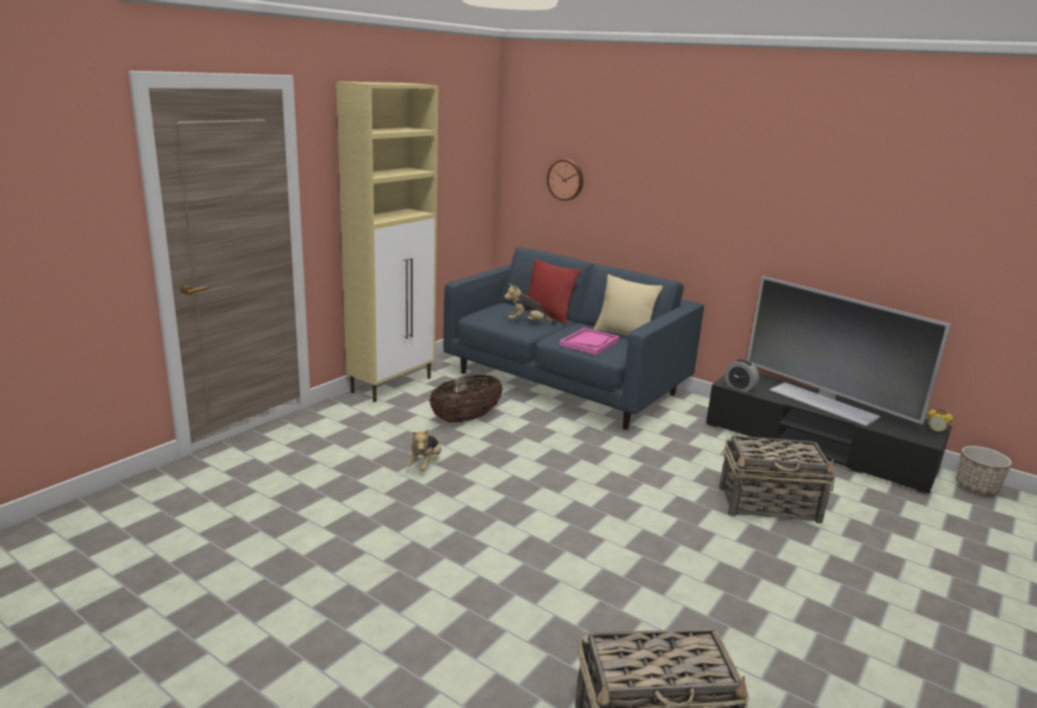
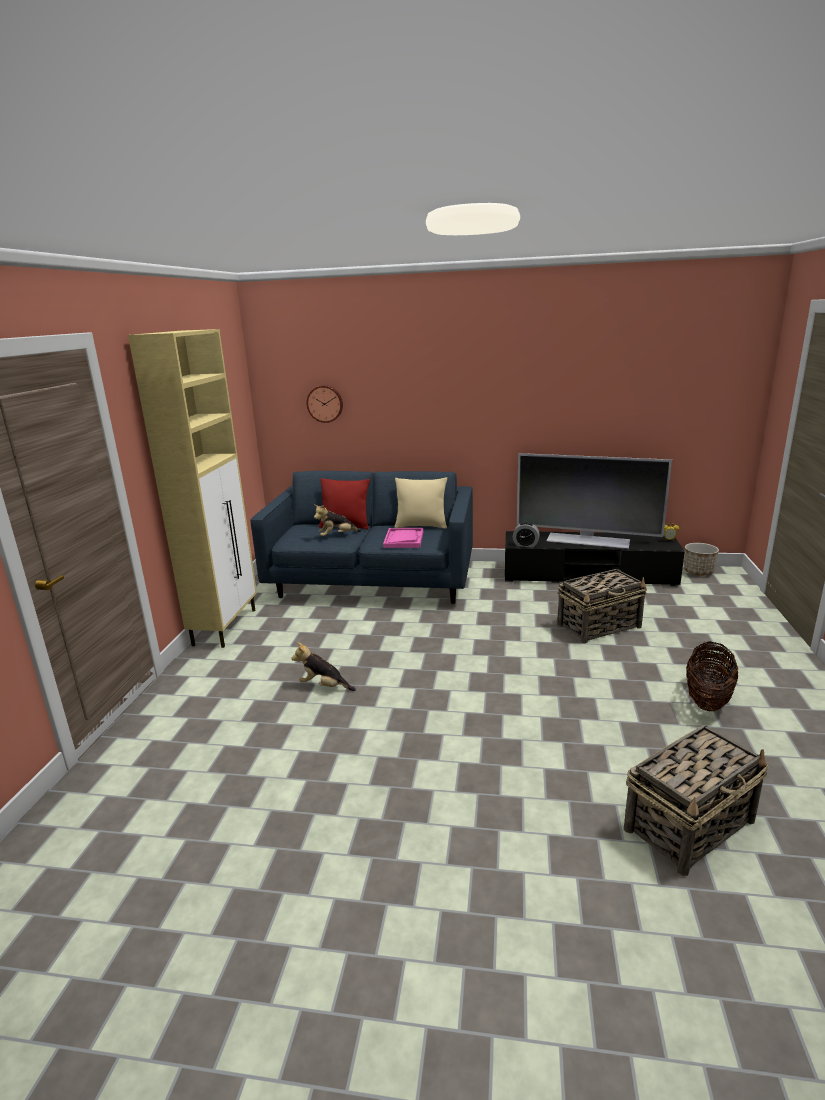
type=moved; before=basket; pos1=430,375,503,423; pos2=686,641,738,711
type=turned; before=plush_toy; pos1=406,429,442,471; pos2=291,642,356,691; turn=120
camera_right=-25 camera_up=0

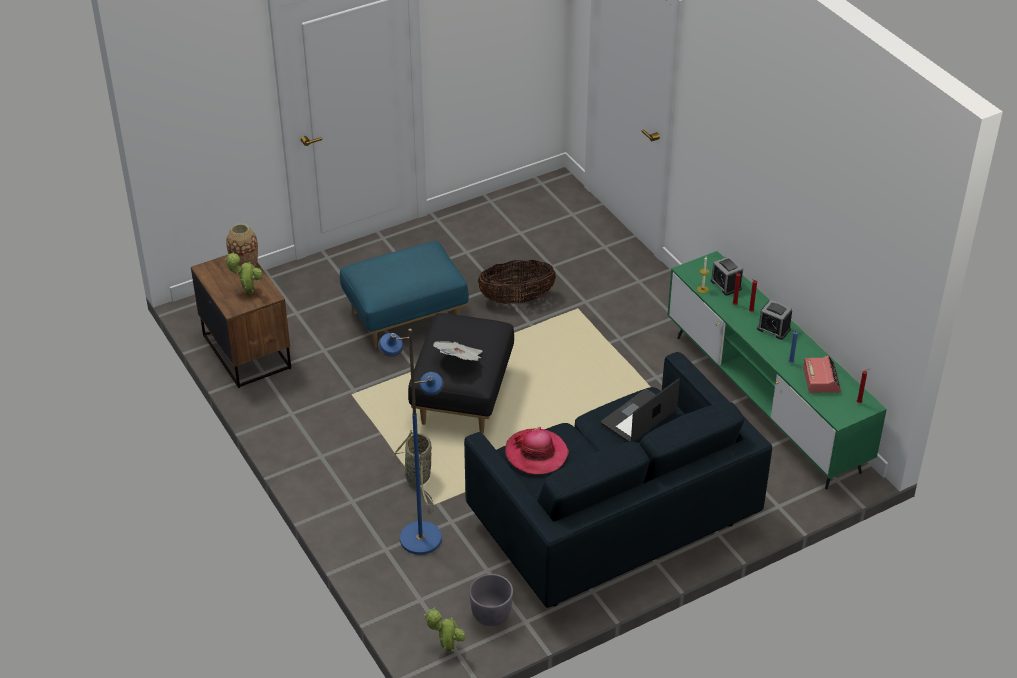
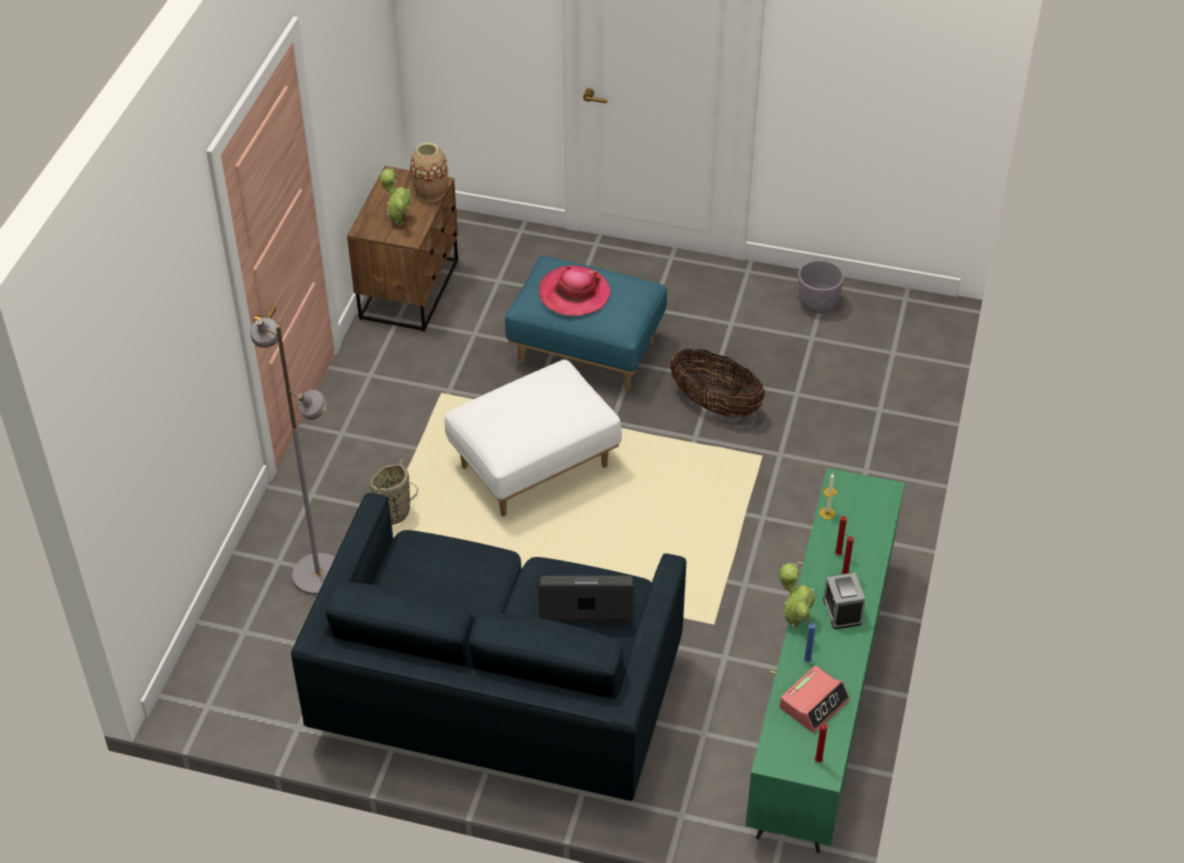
type=removed; before=newspaper; pos1=433,341,483,361
type=removed; before=alarm_clock; pos1=711,256,743,296
type=moved; before=potted_plant; pos1=424,607,466,652; pos2=779,563,815,627
type=moved; before=grey_planter; pos1=469,574,513,626; pos2=798,260,844,313
type=moved; before=hat; pos1=505,427,569,475; pos2=539,265,611,316
type=recoloured; before=blue_floor_lamp; after=grey_floor_lamp; pos1=378,329,444,555; pos2=250,317,335,595
type=recoloured; before=black_ottoman; after=white_ottoman; pos1=408,313,514,434; pos2=445,360,622,517
camera_right=45 camera_up=5

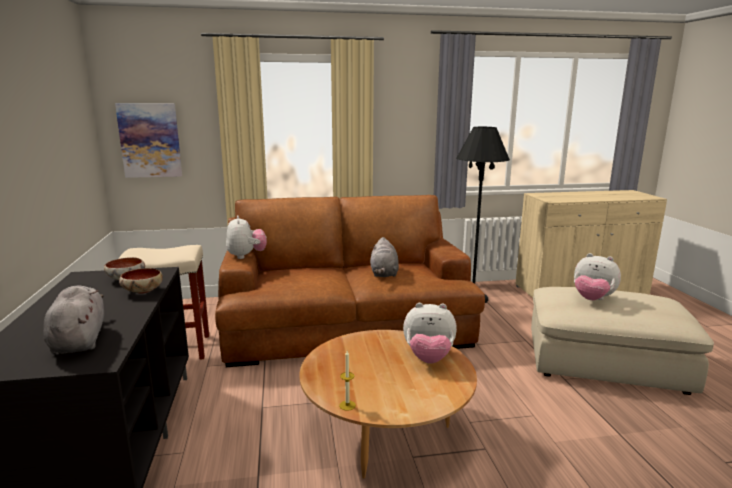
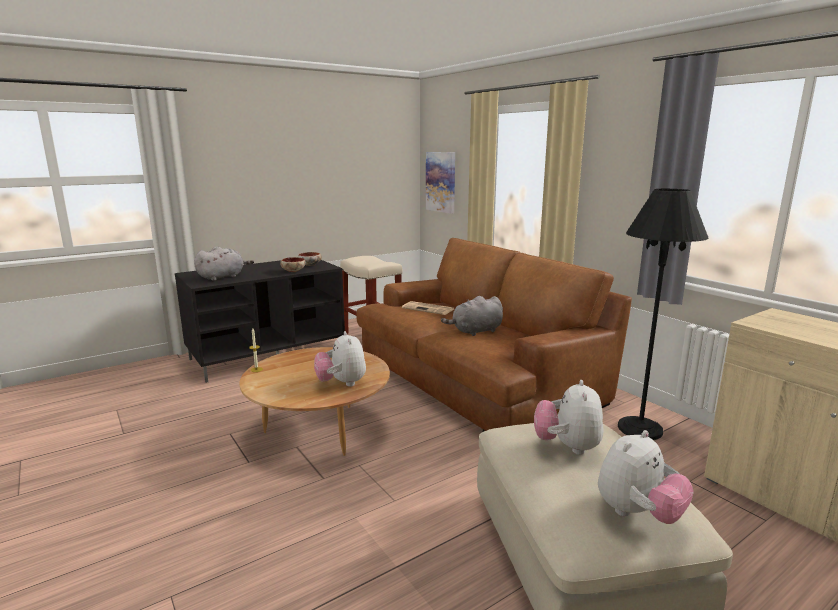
type=added; after=newspaper; pos2=402,301,454,315
type=moved; before=plush_toy; pos1=226,215,267,259; pos2=598,430,694,524
camera_right=65 camera_up=0

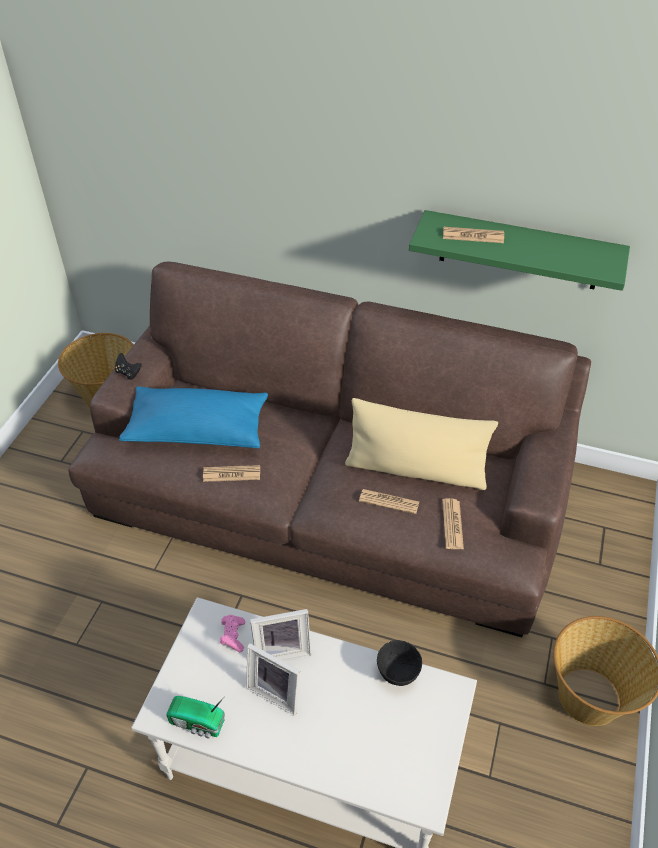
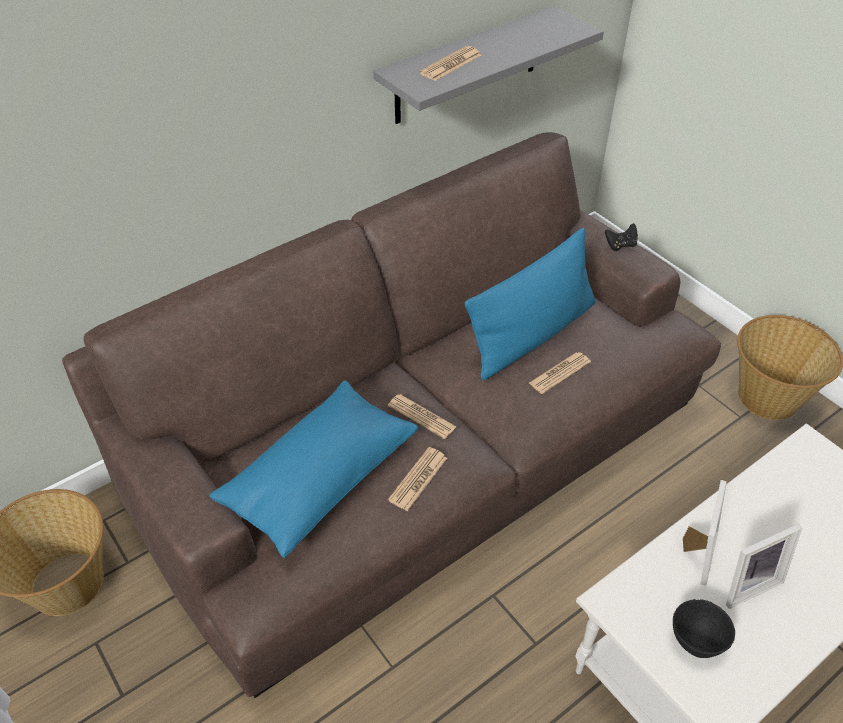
type=removed; before=radio; pos1=166,696,225,739
type=removed; before=pink_game_controller; pos1=220,615,245,652
type=moved; before=black_game_controller; pos1=115,353,142,380; pos2=605,223,638,251
type=moved; before=black_bowl; pos1=377,640,422,686; pos2=673,599,735,658
type=moved; before=newspaper; pos1=442,498,464,549; pos2=388,394,456,439
type=recoloured; before=beige_pillow; after=blue_pillow; pos1=345,398,498,490; pos2=465,228,596,380
type=recoloured; before=green_shelf; after=grey_shelf; pos1=409,210,630,291; pos2=373,6,604,124
camera_right=-55 camera_up=0

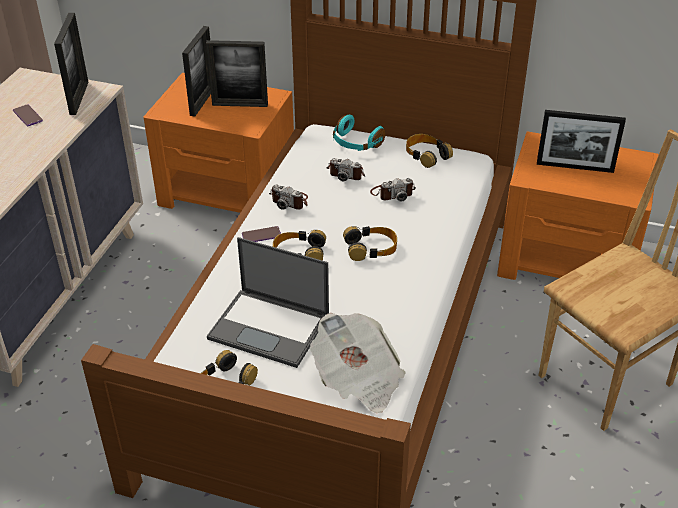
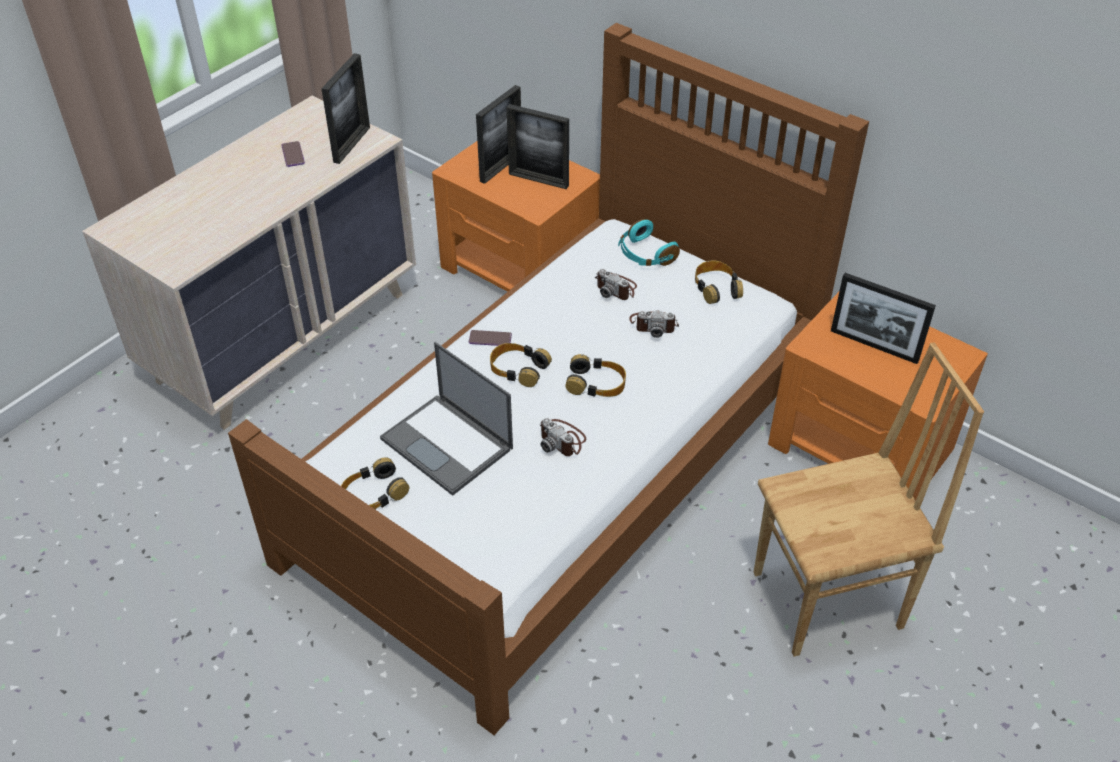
type=removed; before=newspaper; pos1=310,313,406,413
type=moved; before=photo_camera; pos1=269,184,308,210; pos2=540,418,586,456
camera_right=20 camera_up=5

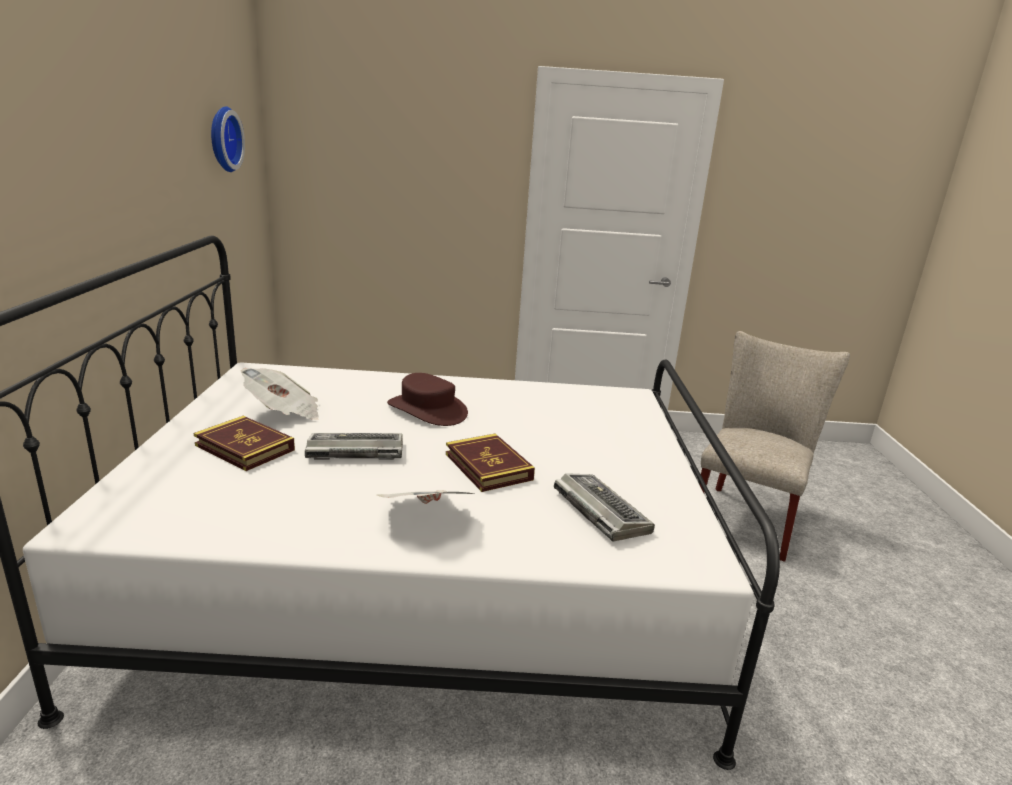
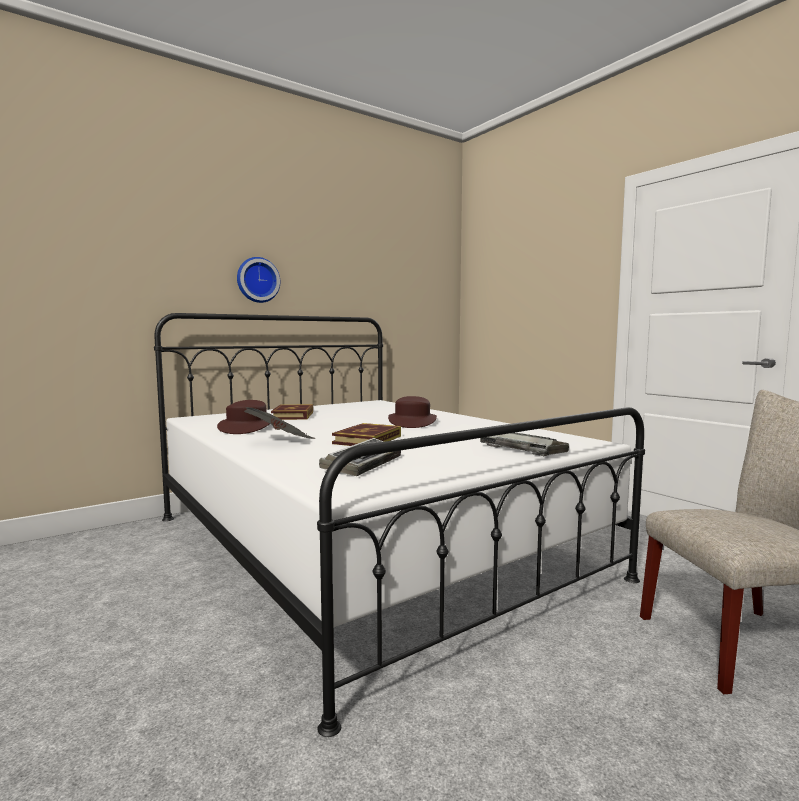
type=removed; before=newspaper; pos1=241,368,319,420
type=added; after=brown_hat; pos2=217,400,269,434
type=moved; before=wall_clock; pos1=211,106,245,172; pos2=237,257,280,303
type=moved; before=keyboard; pos1=305,433,403,460; pos2=480,433,569,456
camera_right=55 camera_up=-15

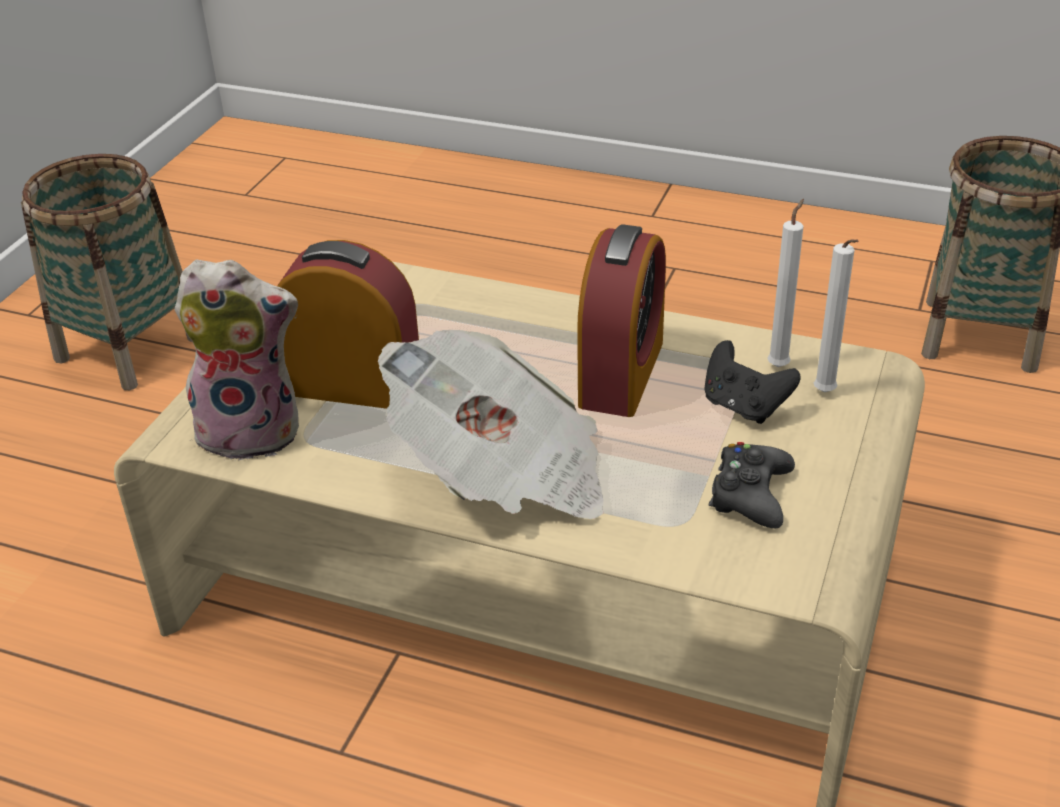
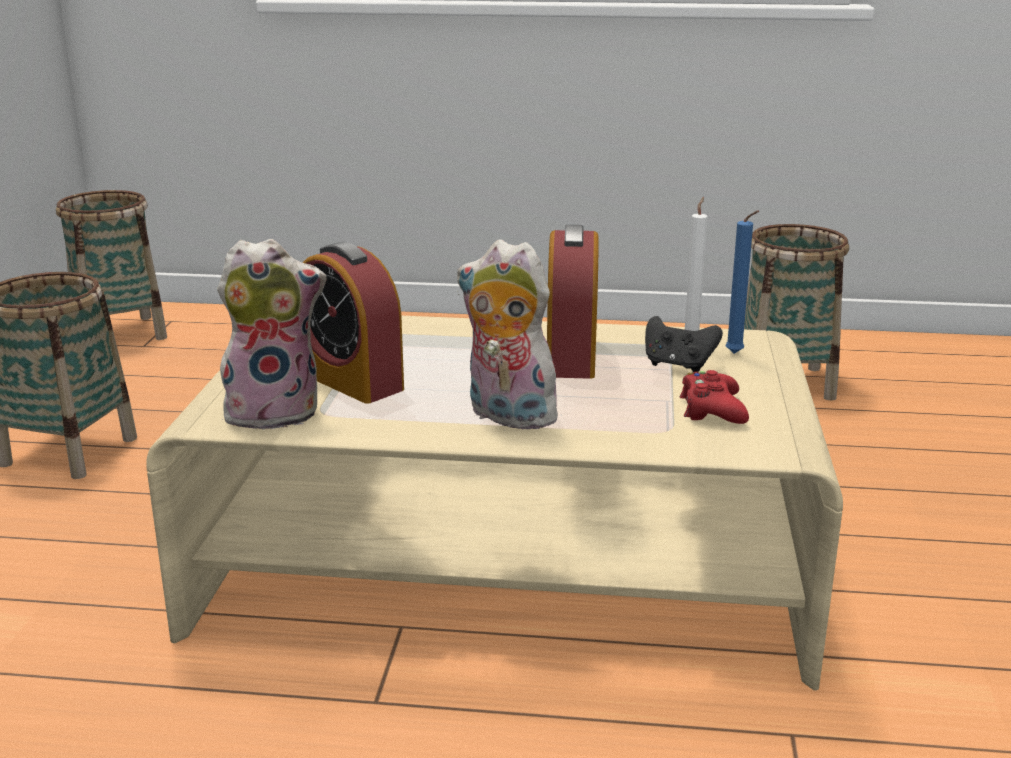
type=added; after=basket; pos2=56,190,167,340
type=replaced; before=newspaper; after=plush_toy; pos1=378,330,604,519; pos2=457,239,558,431
type=recoloured; before=black_game_controller; after=red_game_controller; pos1=709,442,795,528; pos2=680,370,749,424
type=recoloured; before=white_candle; after=blue_candle; pos1=814,239,858,392; pos2=725,211,759,354
type=turned; before=alarm_clock; pos1=277,240,419,409; pos2=303,242,404,404; turn=-135
camera_right=-15 camera_up=-15

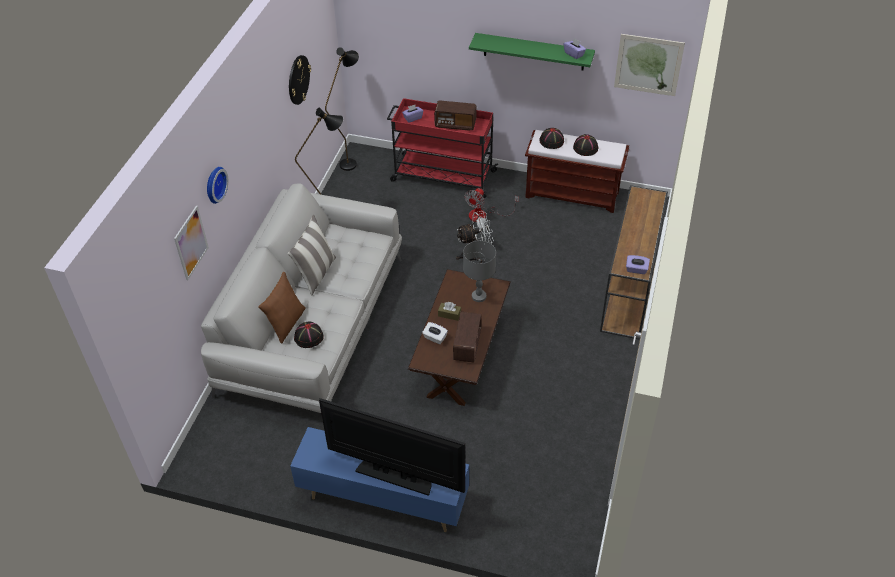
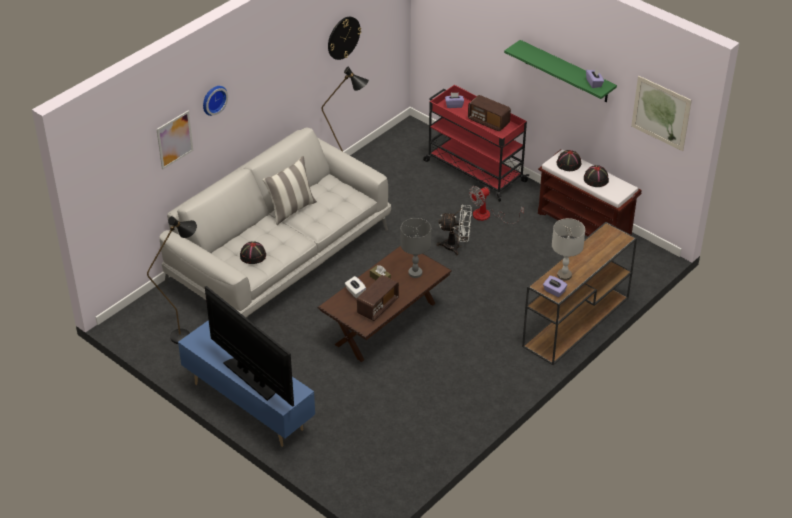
type=removed; before=brown_pillow; pos1=258,272,306,343
type=added; after=grey_table_lamp; pos2=552,218,585,281
type=moved; before=black_floor_lamp; pos1=325,47,359,171; pos2=147,216,197,344
camera_right=25 camera_up=-5

